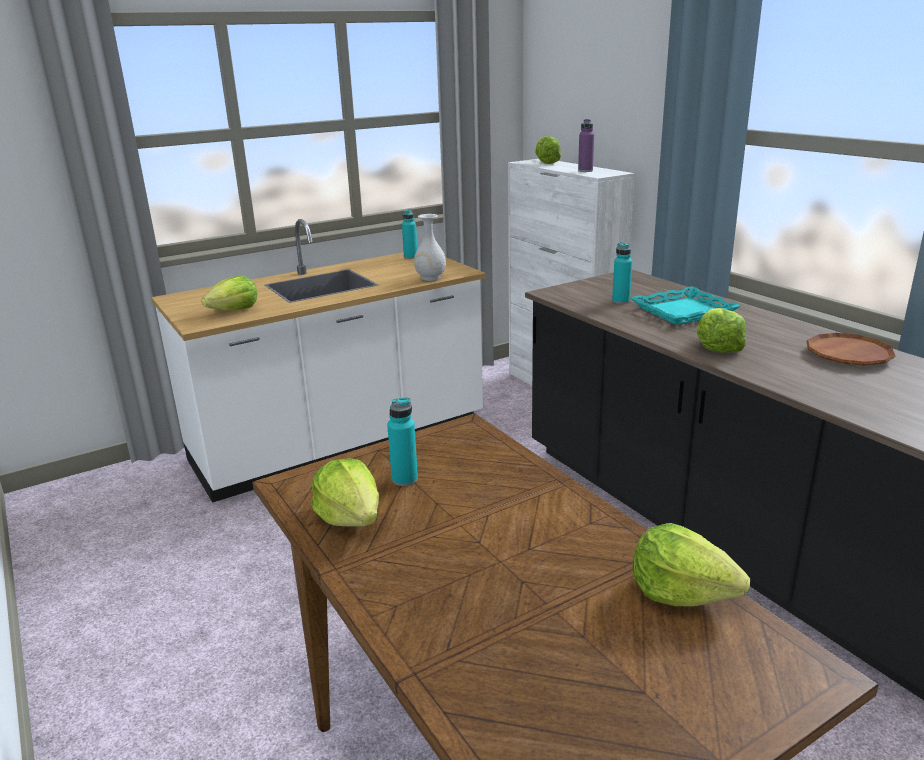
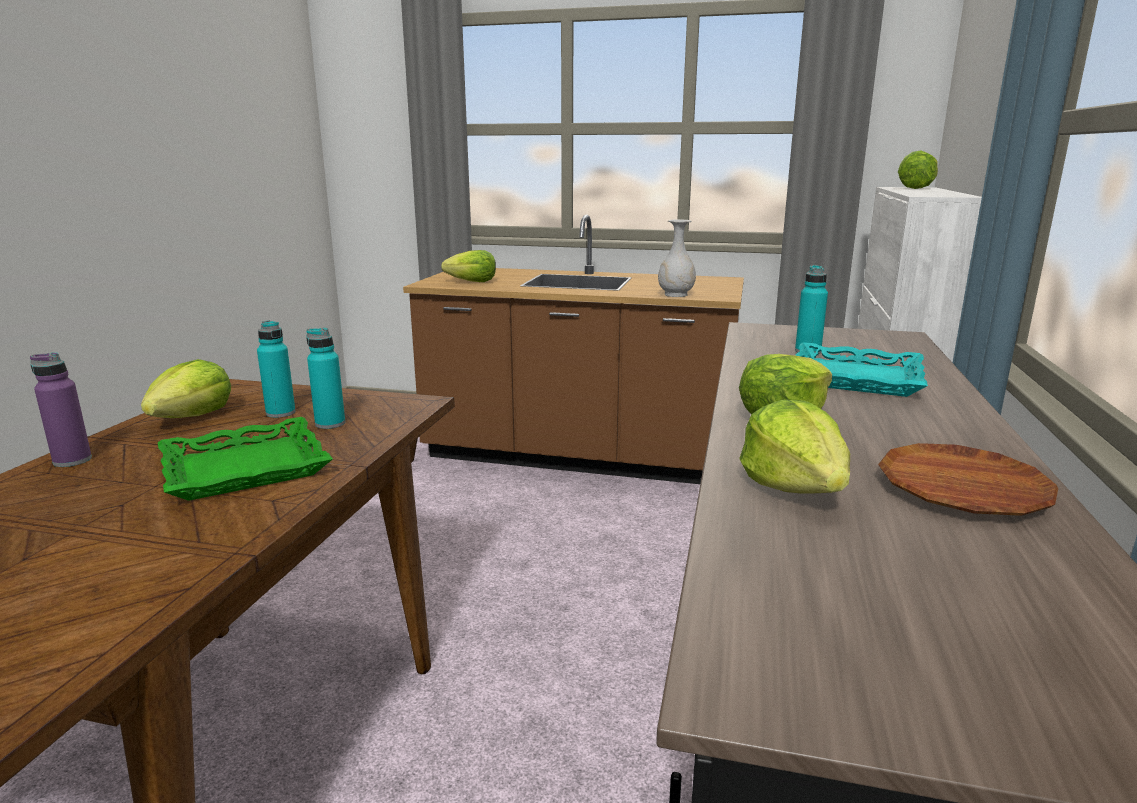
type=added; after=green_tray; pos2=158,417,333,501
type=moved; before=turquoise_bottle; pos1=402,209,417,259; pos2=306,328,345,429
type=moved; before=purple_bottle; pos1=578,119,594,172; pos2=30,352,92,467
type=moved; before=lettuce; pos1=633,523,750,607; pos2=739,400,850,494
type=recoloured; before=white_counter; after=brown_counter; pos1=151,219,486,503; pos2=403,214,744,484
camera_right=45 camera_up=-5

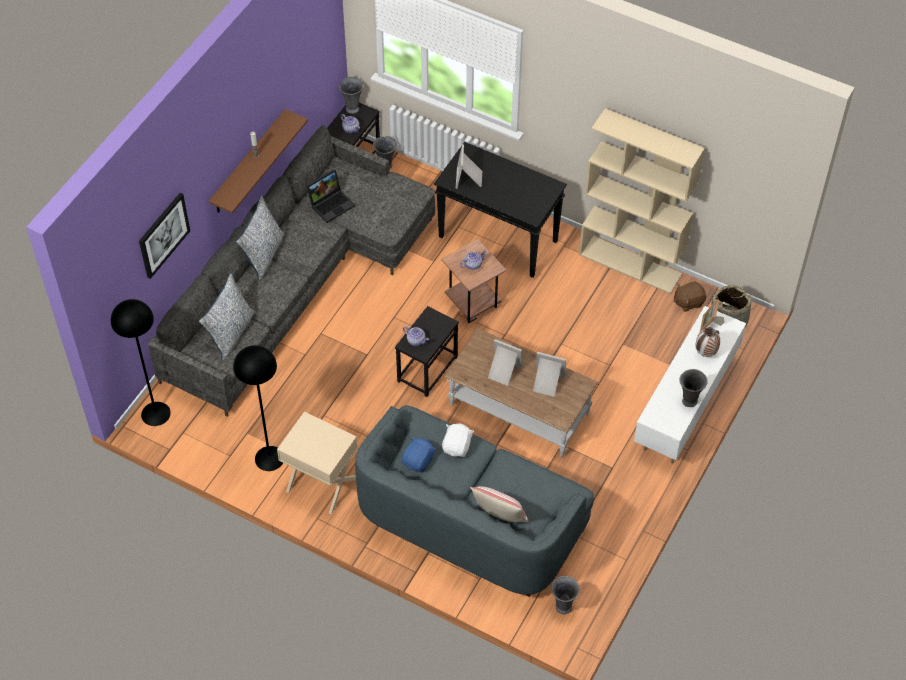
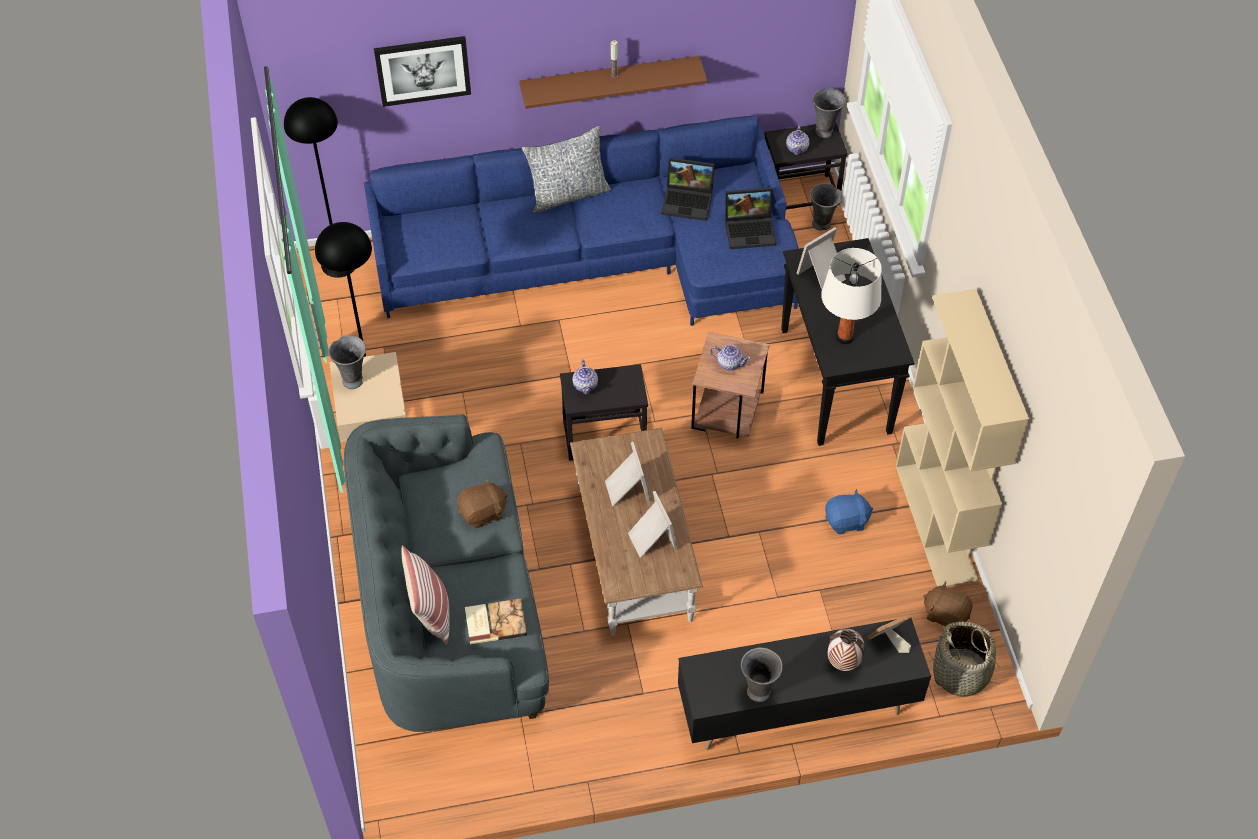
type=removed; before=pillow; pos1=199,273,255,360
type=added; after=book; pos2=465,598,527,645
type=added; after=laptop; pos2=725,187,776,249
type=added; after=white_table_lamp; pos2=821,248,882,344
type=moved; before=blue_plush_toy; pos1=402,437,436,472; pos2=825,489,873,534
type=moved; before=grey_vase; pos1=552,576,580,614; pos2=328,335,366,389
type=recoloured; before=grey_sofa; after=blue_sofa; pos1=148,125,435,417; pos2=364,116,799,326
type=recoloured; before=white_plush_toy; after=brown_plush_toy; pos1=442,423,474,457; pos2=458,477,508,528
type=recoloured; before=white_tv_stand; after=black_tv_stand; pos1=634,306,746,463; pos2=678,618,931,750
camera_right=50 camera_up=0

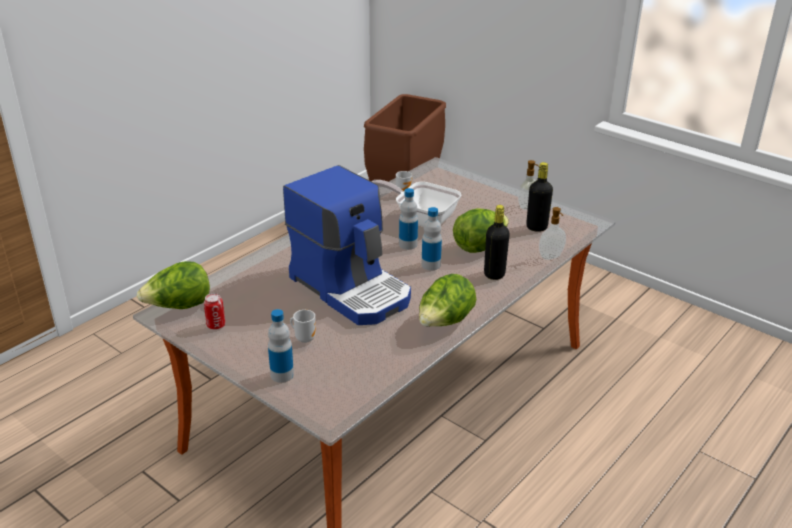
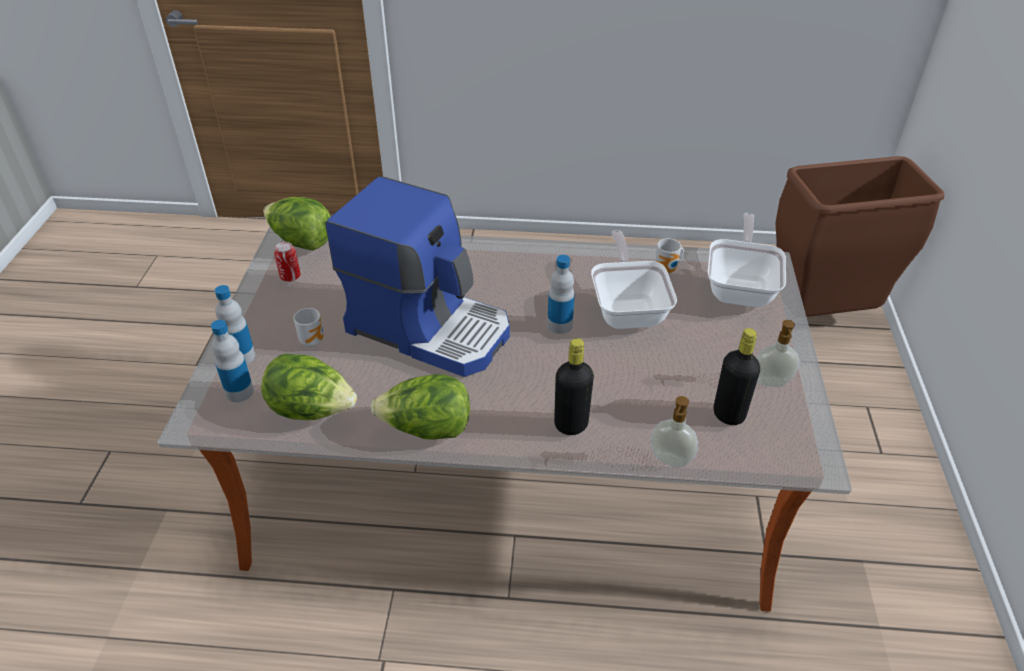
type=added; after=frying_pan; pos2=707,213,786,307
type=moved; before=bottle; pos1=422,207,442,270; pos2=211,320,254,402
type=moved; before=lettuce; pos1=453,208,509,253; pos2=261,353,357,420
type=turned; before=coffee_machine; pos1=283,165,411,325; pos2=325,176,510,377; turn=-75
camera_right=55 camera_up=10

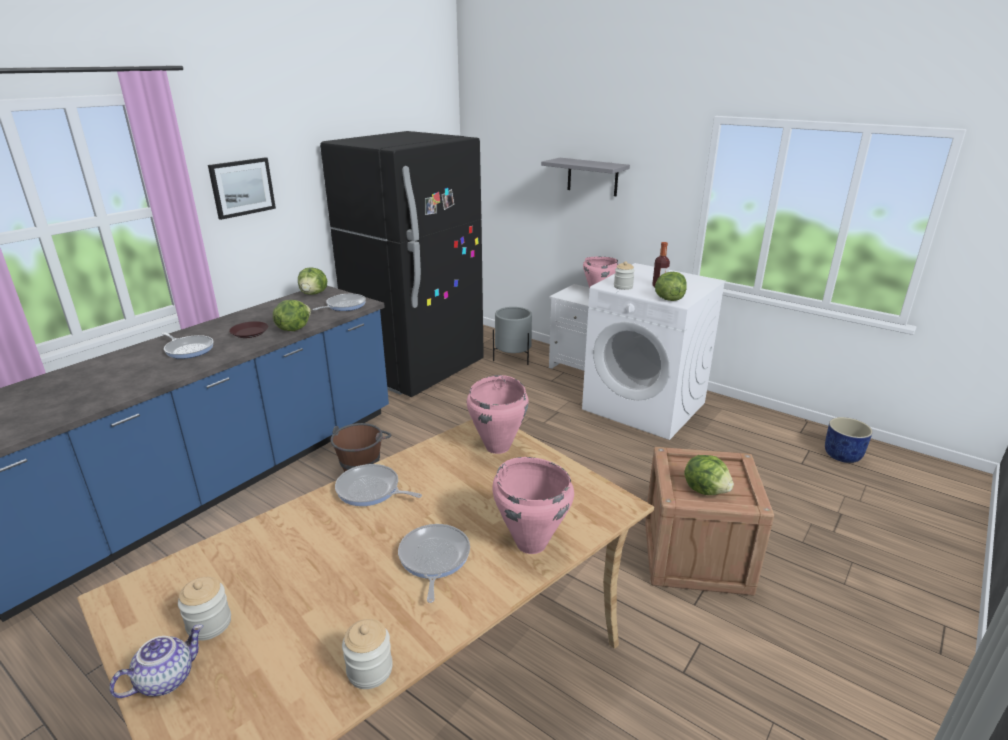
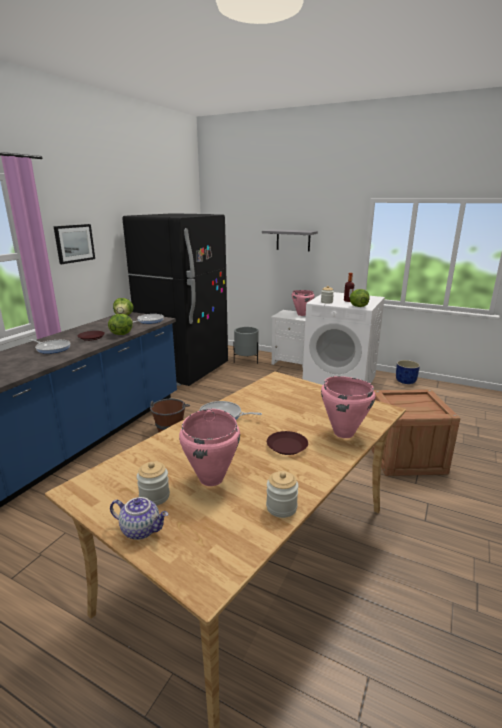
type=removed; before=lettuce; pos1=684,455,734,495
type=moved; before=pink_cooking_pot; pos1=467,375,529,454; pos2=179,409,240,486
type=moved; before=blue_planter; pos1=825,417,873,463; pos2=396,360,420,384
type=replaced; before=frying_pan; after=brown_plate; pos1=398,524,470,603; pos2=267,431,308,455
type=turned; before=teapot; pos1=109,624,203,698; pos2=110,497,168,540; turn=75
camera_right=-10 camera_up=-5

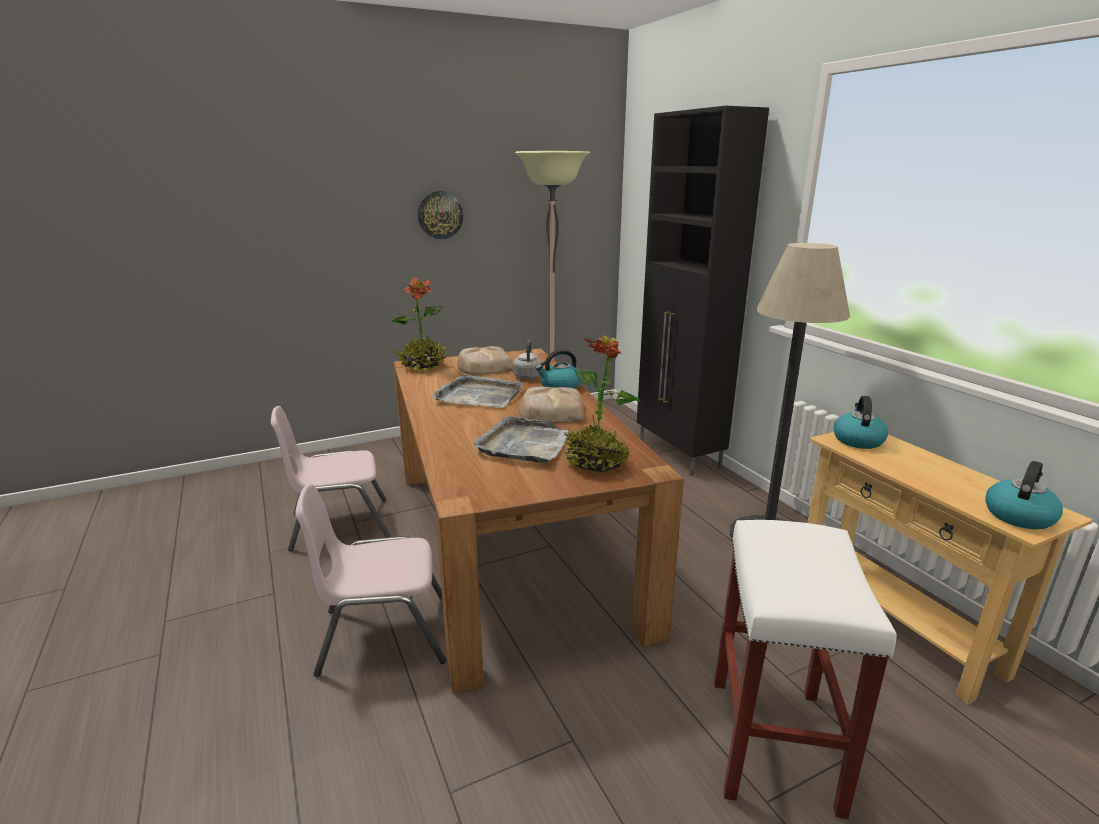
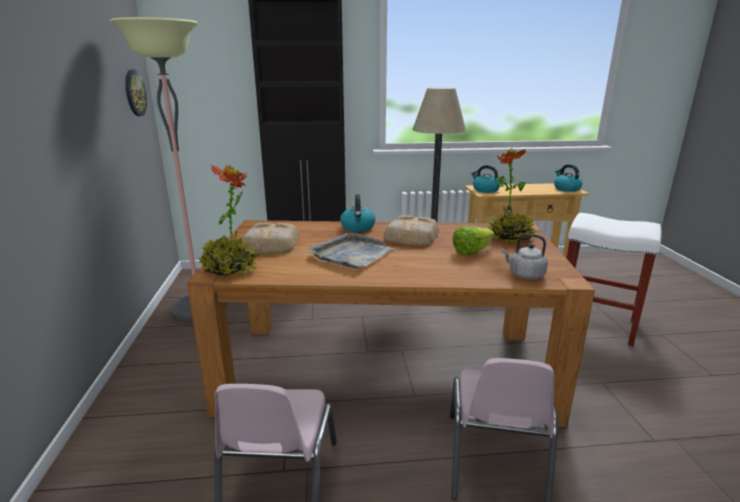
type=moved; before=wall_clock; pos1=418,191,463,239; pos2=125,70,147,116
type=moved; before=grey_kettle; pos1=513,340,542,379; pos2=502,234,548,279
type=replaced; before=grey_tray; after=lettuce; pos1=473,416,571,463; pos2=452,226,494,255
camera_right=-70 camera_up=0

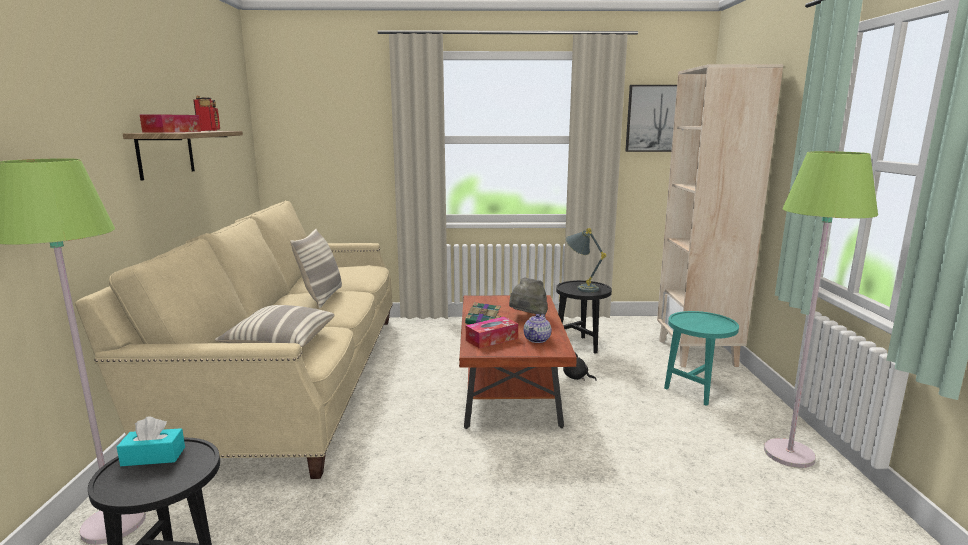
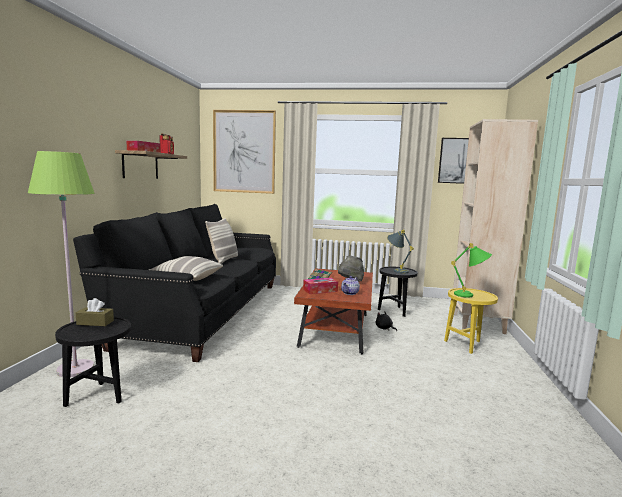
type=removed; before=green_floor_lamp; pos1=764,151,878,468
type=added; after=picture; pos2=213,110,276,194
type=added; after=green_table_lamp; pos2=451,243,492,298
type=recoloured; before=beige_sofa; after=black_sofa; pos1=75,200,393,479; pos2=73,204,276,362
type=recoloured; before=turquoise_tissue_box; after=brown_tissue_box; pos1=117,416,185,466; pos2=76,298,114,326
type=recoloured; before=turquoise_side_table; after=yellow_side_table; pos1=664,311,739,406; pos2=444,288,498,354
camera_right=10 camera_up=-5

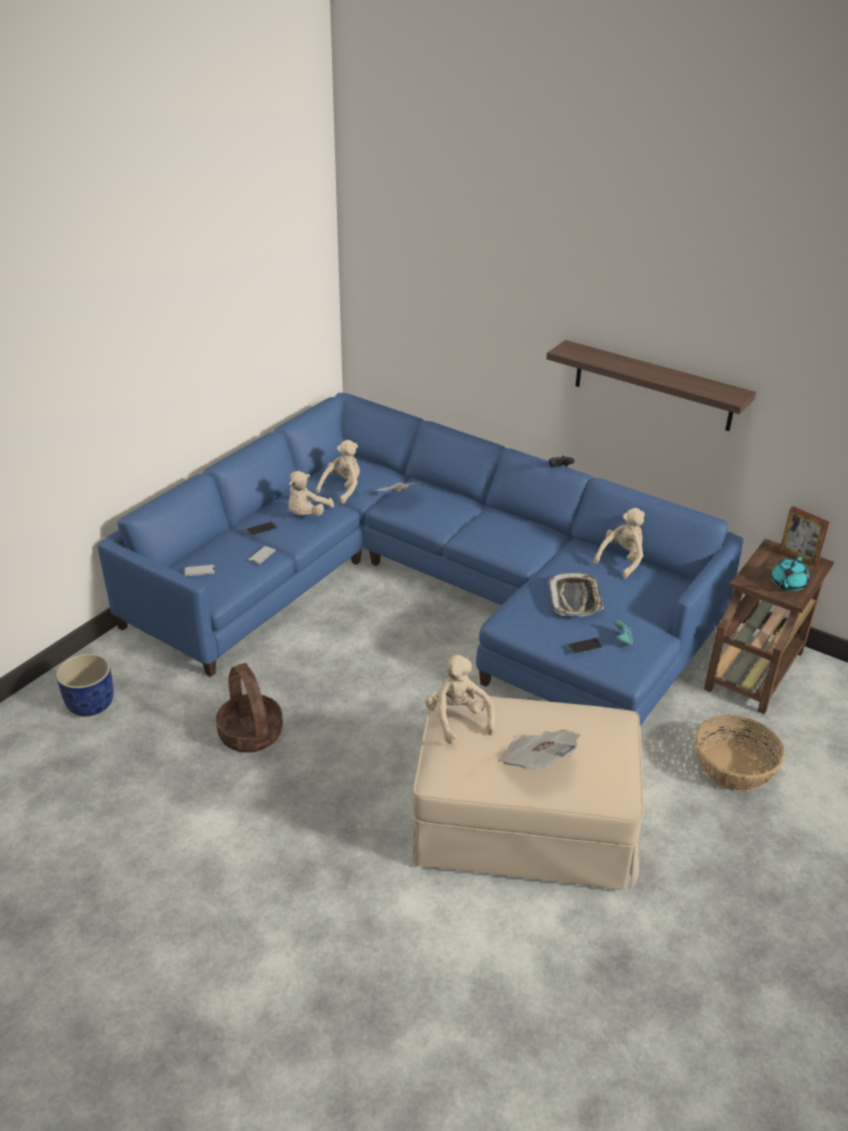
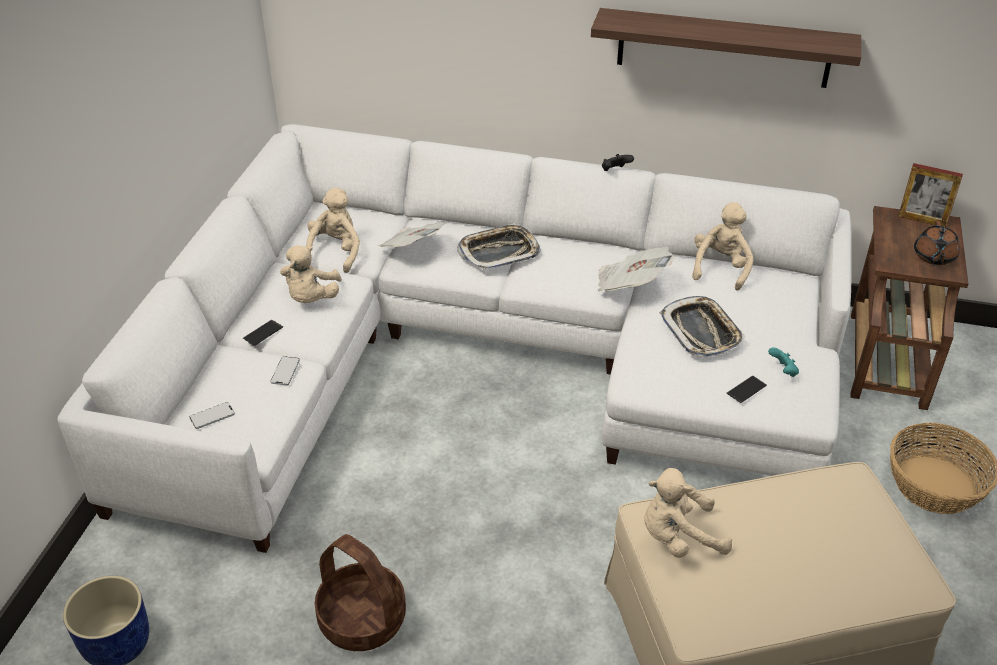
type=added; after=tray; pos2=457,223,541,270
type=moved; before=newspaper; pos1=498,730,581,770; pos2=598,247,674,291
type=recoloured; before=blue_sofa; after=white_sofa; pos1=97,393,744,726; pos2=57,124,852,553
type=recoloured; before=turquoise_teapot; after=brown_teapot; pos1=771,557,809,592; pos2=914,221,960,265
type=turned; before=beige_plush_toy; pos1=425,654,495,744; pos2=644,468,732,558; turn=-60
camera_right=-20 camera_up=5

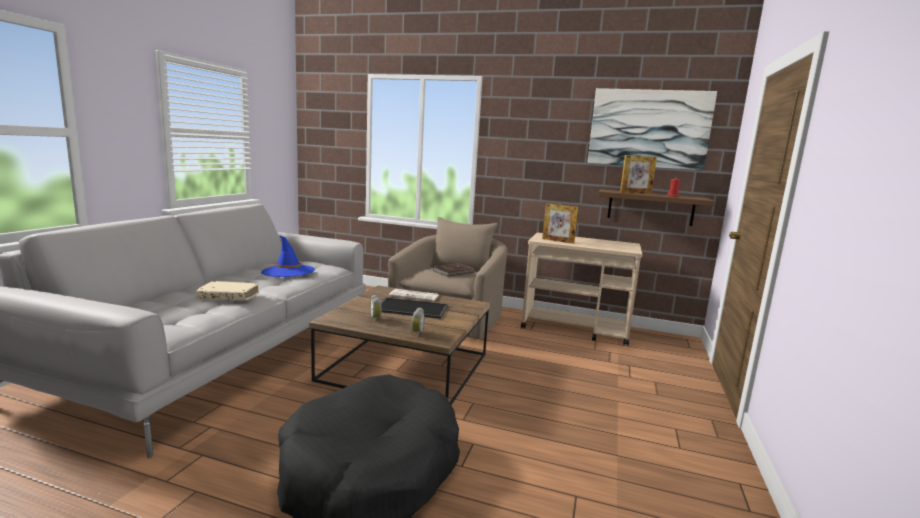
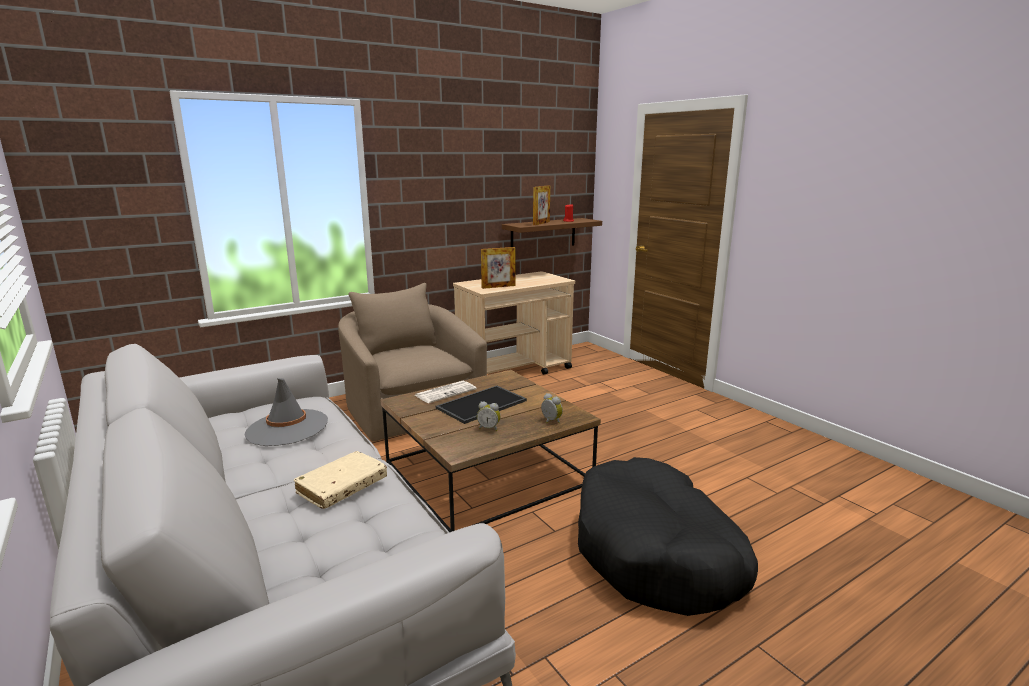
type=removed; before=brown_book; pos1=433,263,476,277
type=removed; before=picture; pos1=587,88,717,171
type=recoloured; before=blue_hat; after=grey_hat; pos1=261,235,315,277; pos2=245,378,328,446
camera_right=-50 camera_up=5

